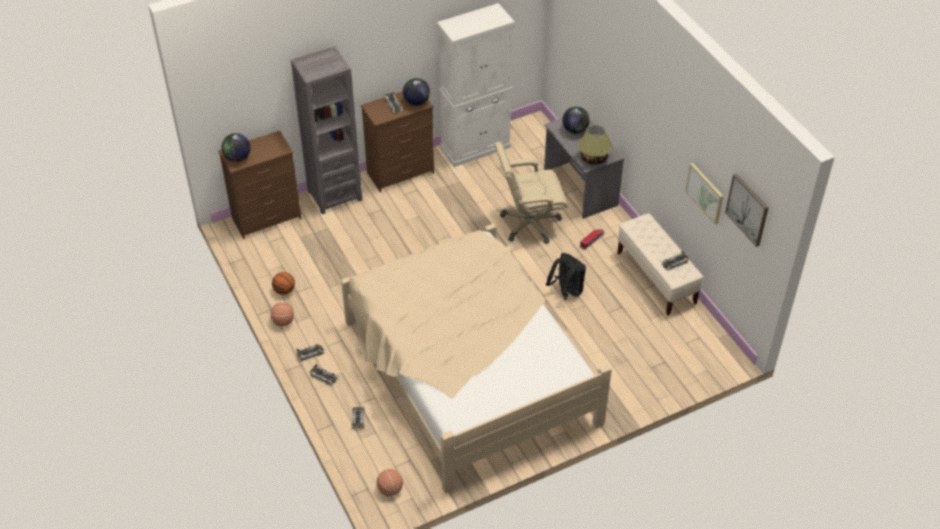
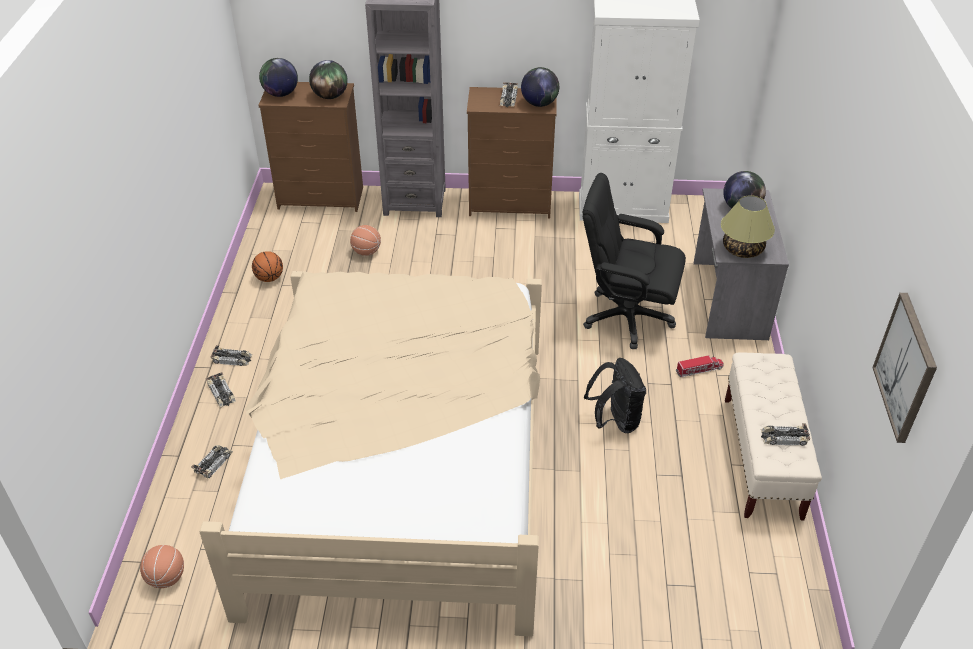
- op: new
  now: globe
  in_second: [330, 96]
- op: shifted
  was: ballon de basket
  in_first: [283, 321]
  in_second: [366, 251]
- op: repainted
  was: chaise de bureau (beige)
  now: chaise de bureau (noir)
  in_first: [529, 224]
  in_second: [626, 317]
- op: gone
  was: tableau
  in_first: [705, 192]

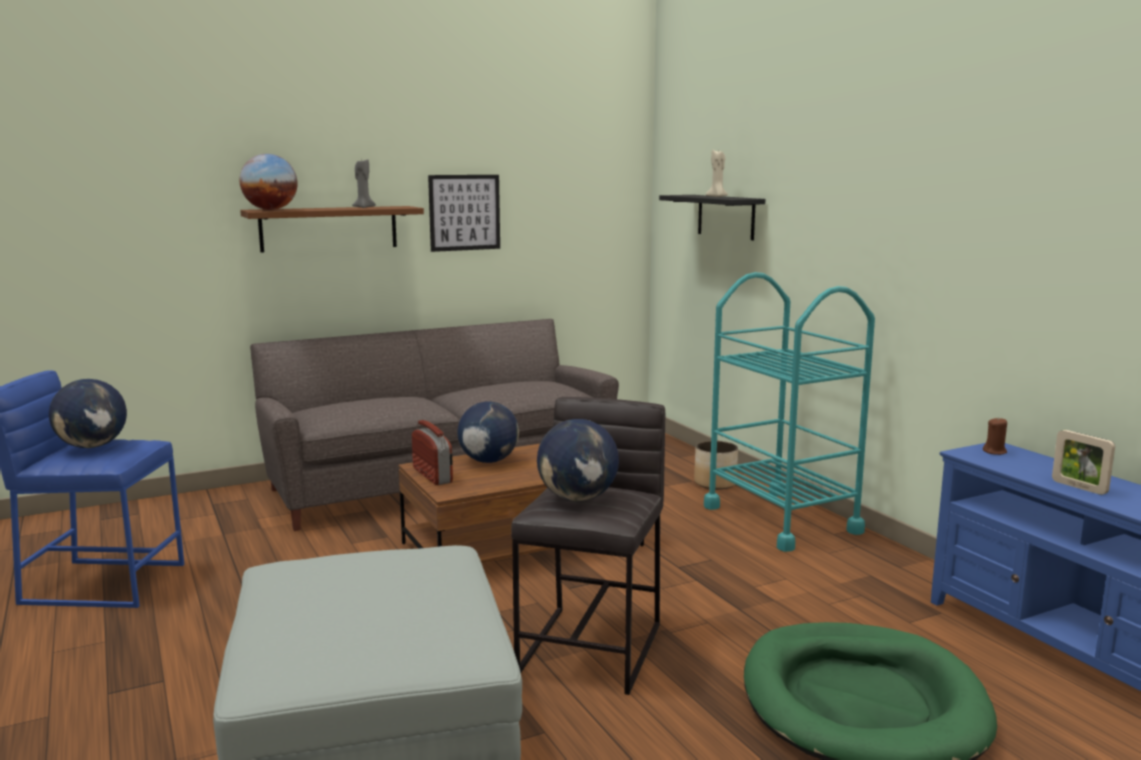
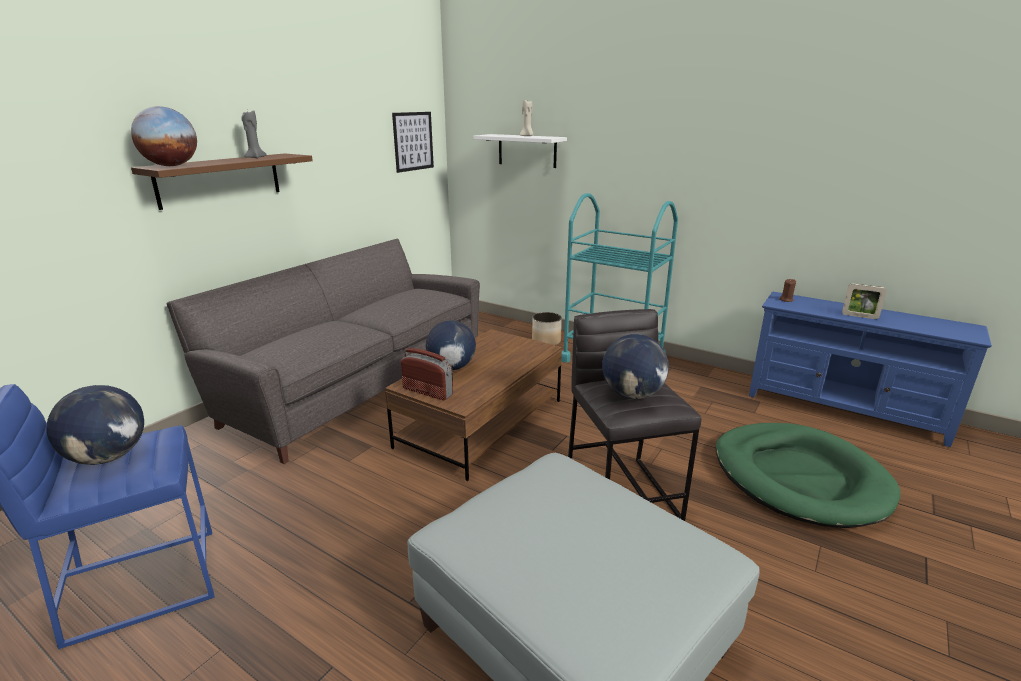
- op: shifted
  was: tableau
  in_first: [464, 212]
  in_second: [413, 141]
- op: repainted
  was: étagère (noir)
  now: étagère (blanc)
  in_first: [726, 216]
  in_second: [527, 150]

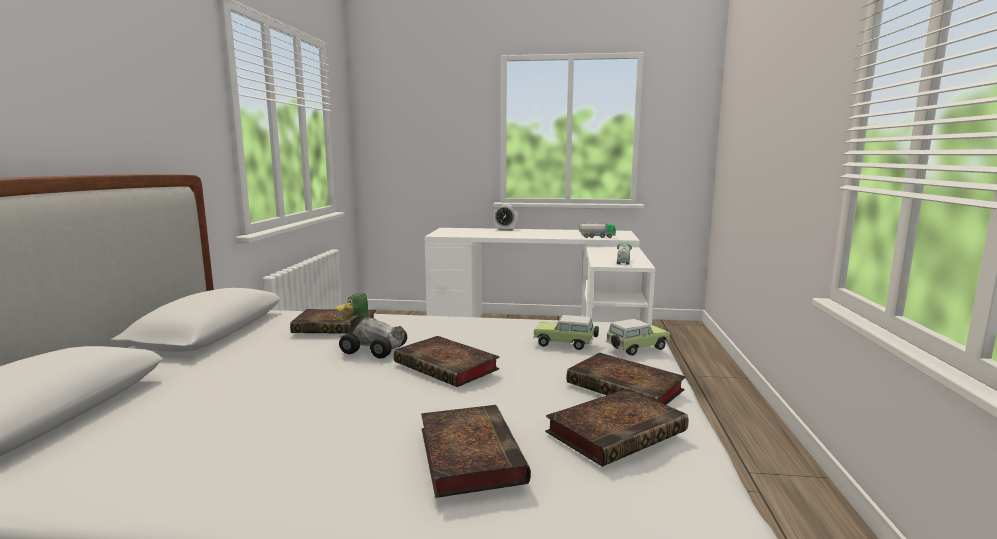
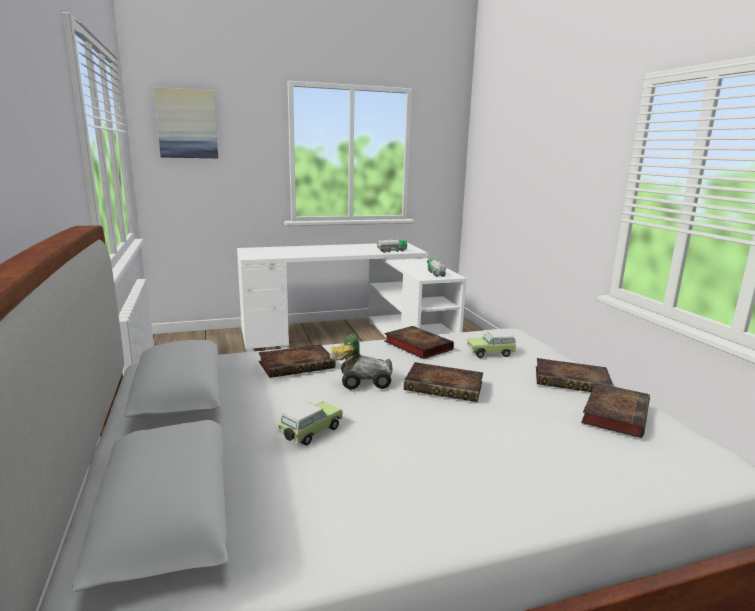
- op: new
  now: tableau
  in_second: [187, 124]
- op: shifted
  was: petite voiture
  in_first: [635, 349]
  in_second: [309, 433]
- op: shifted
  was: livre
  in_first: [468, 453]
  in_second: [416, 345]
- op: gone
  was: réveil
  in_first: [505, 230]

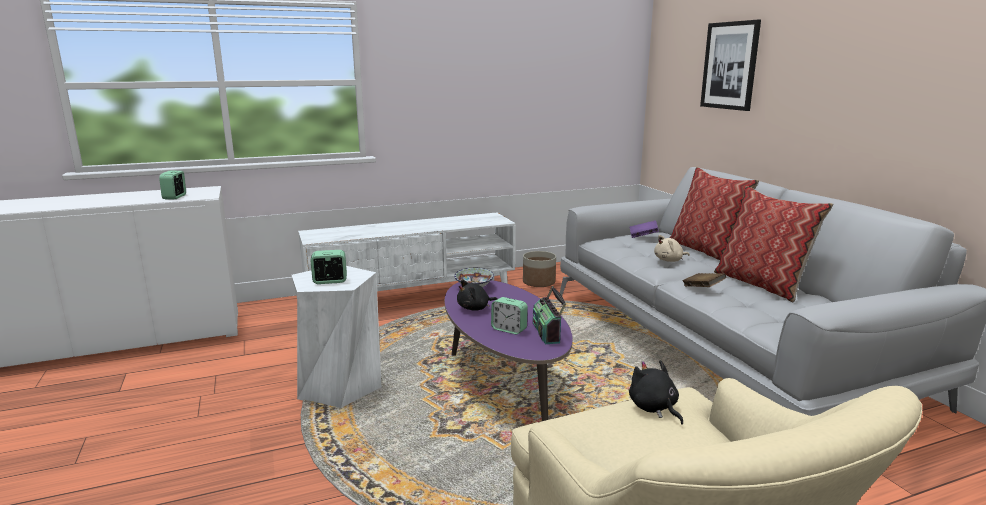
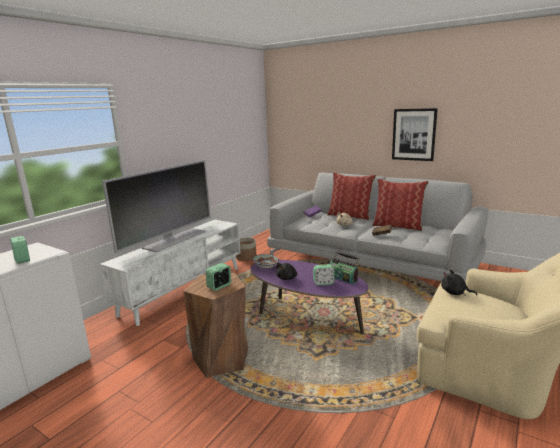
- op: new
  now: téléviseur
  in_second: [174, 239]
- op: repainted
  was: tabouret (blanc)
  now: tabouret (marron)
  in_first: [340, 387]
  in_second: [222, 359]
- op: shifted
  was: tableau
  in_first: [730, 65]
  in_second: [414, 134]

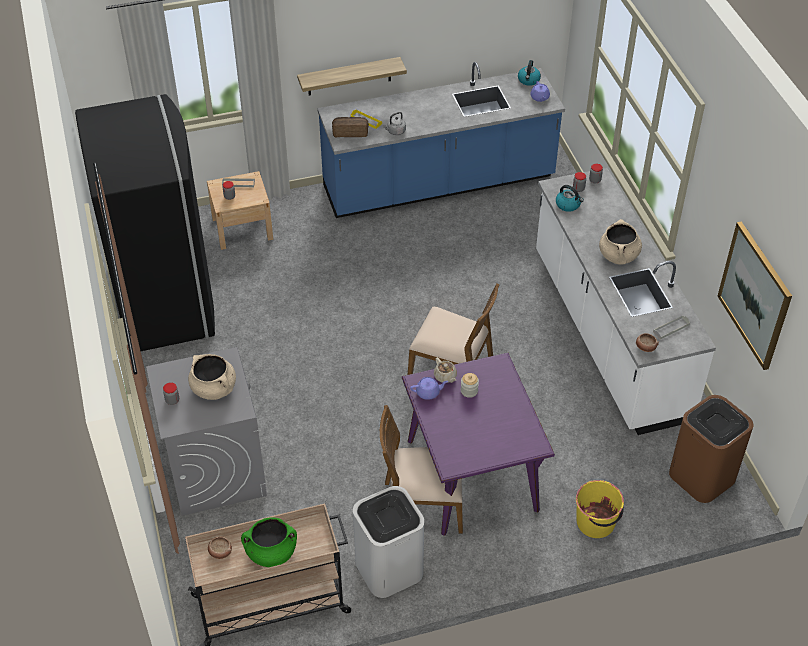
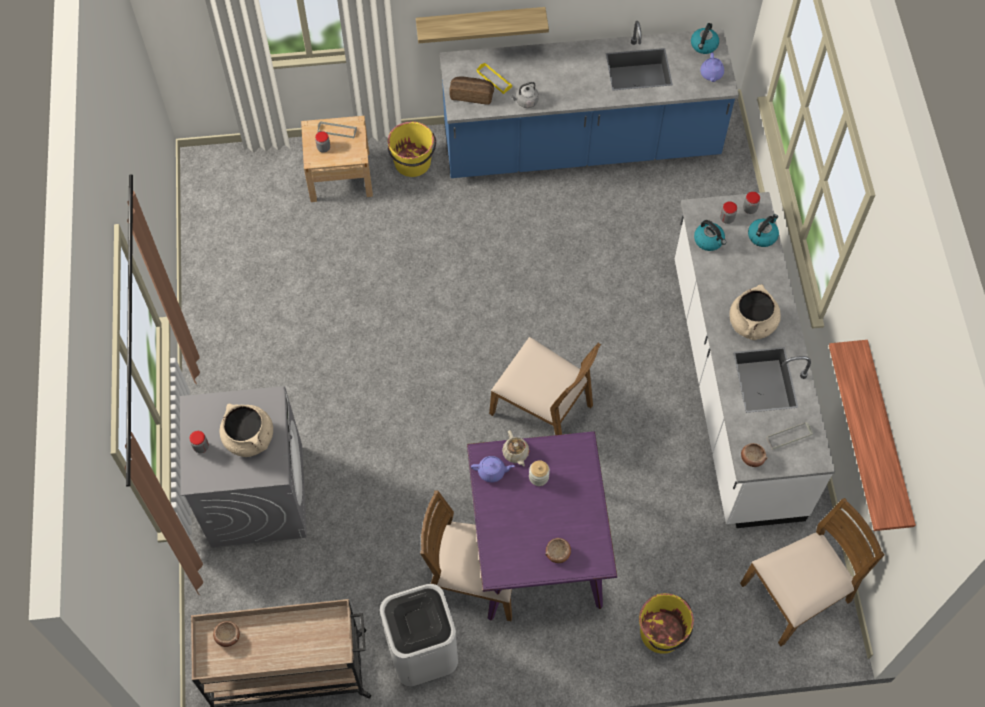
- op: new
  now: seau (jaune)
  in_second: [413, 163]
- op: new
  now: bol
  in_second: [558, 553]
- op: swapped
  was: poubelle (marron)
  now: chaise (marron)
  in_first: [702, 476]
  in_second: [797, 594]
- op: new
  now: bouilloire
  in_second: [762, 235]
- op: swapped
  was: tableau
  now: étagère
  in_first: [755, 295]
  in_second: [886, 437]
- op: gone
  was: réfrigérateur (noir)
  in_first: [164, 301]
- op: gone
  was: marmite (vert)
  in_first: [271, 553]

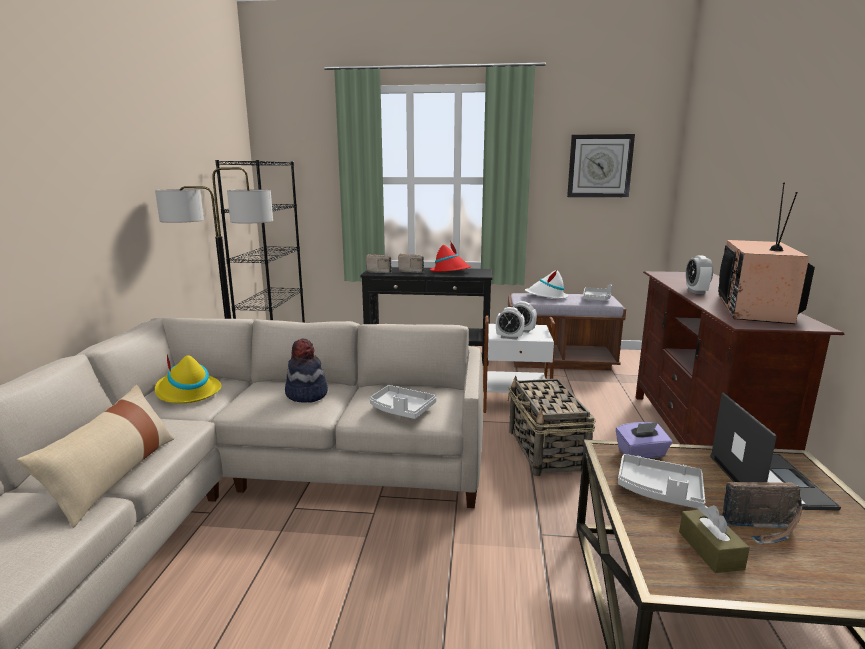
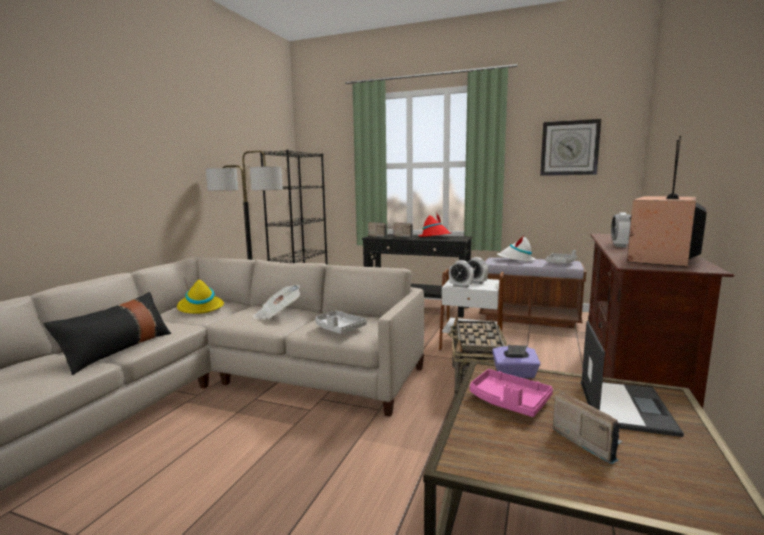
- op: repainted
  was: coussin (beige)
  now: coussin (noir)
  in_first: [114, 476]
  in_second: [118, 350]
- op: swapped
  was: chapeau
  now: journal
  in_first: [306, 394]
  in_second: [277, 314]
- op: repainted
  was: plateau (gris)
  now: plateau (rose)
  in_first: [659, 491]
  in_second: [508, 402]
- op: rotated
  was: radio
  in_first: [764, 530]
  in_second: [587, 441]
  clockwise: -135
- op: gone
  was: boîte à mouchoirs (marron)
  in_first: [710, 550]

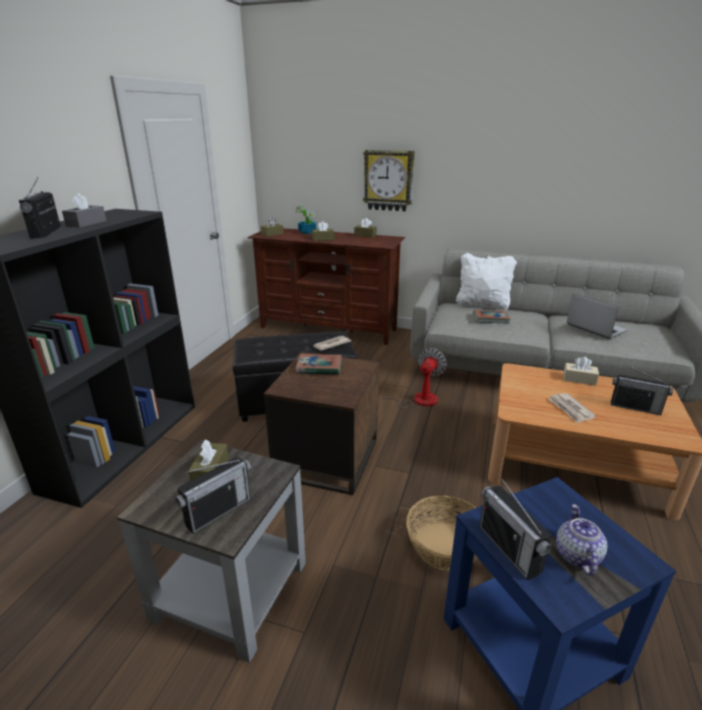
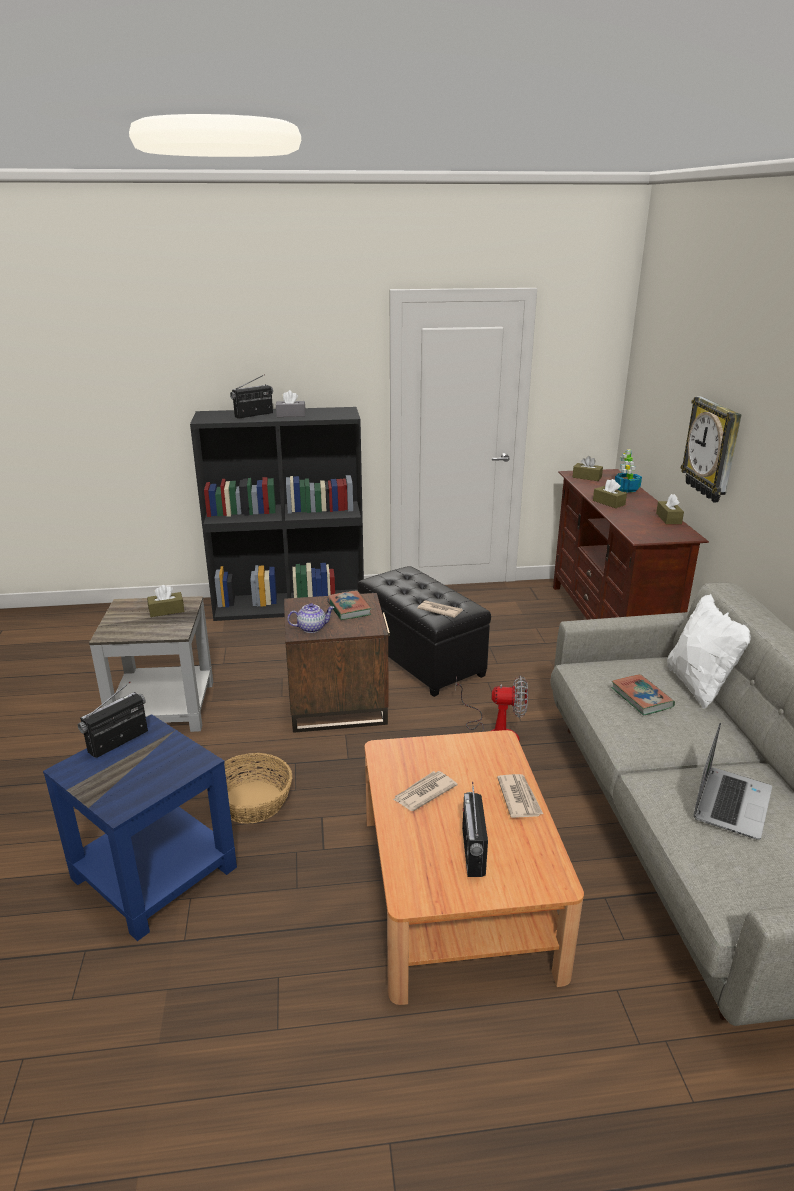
- op: shifted
  was: théière
  in_first: [576, 555]
  in_second: [312, 628]
- op: swapped
  was: boîte à mouchoirs (beige)
  now: journal
  in_first: [579, 379]
  in_second: [519, 798]
- op: gone
  was: radio
  in_first: [218, 511]

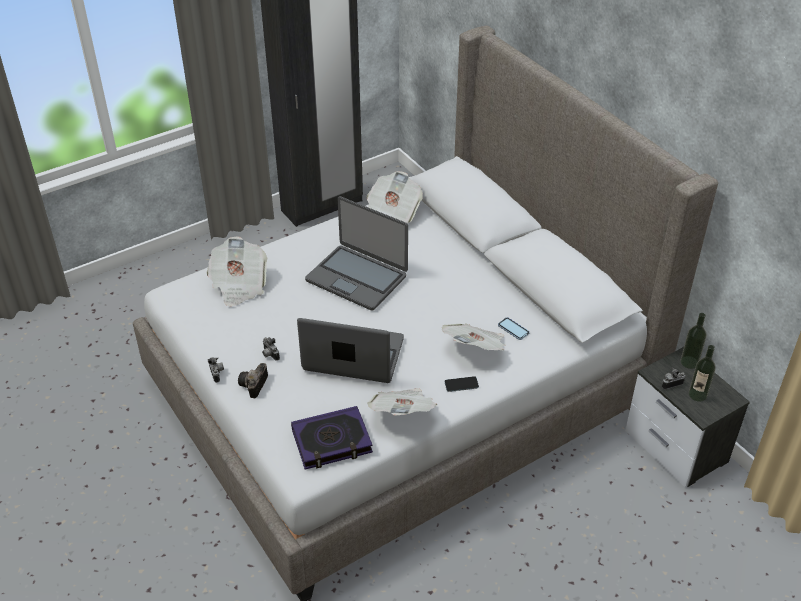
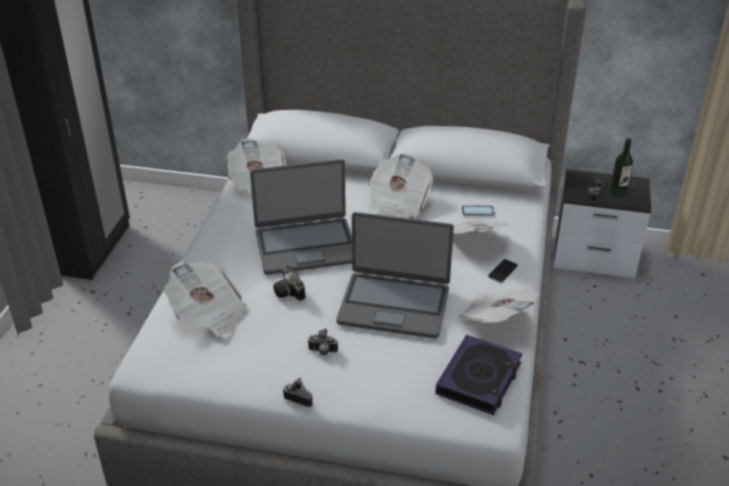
- op: shifted
  was: appareil photo
  in_first: [253, 386]
  in_second: [290, 292]
- op: rotated
  was: ordinateur portable
  in_first: [353, 356]
  in_second: [394, 305]
  clockwise: -135
- op: new
  now: journal
  in_second: [398, 203]
- op: gone
  was: bouteille
  in_first: [689, 362]

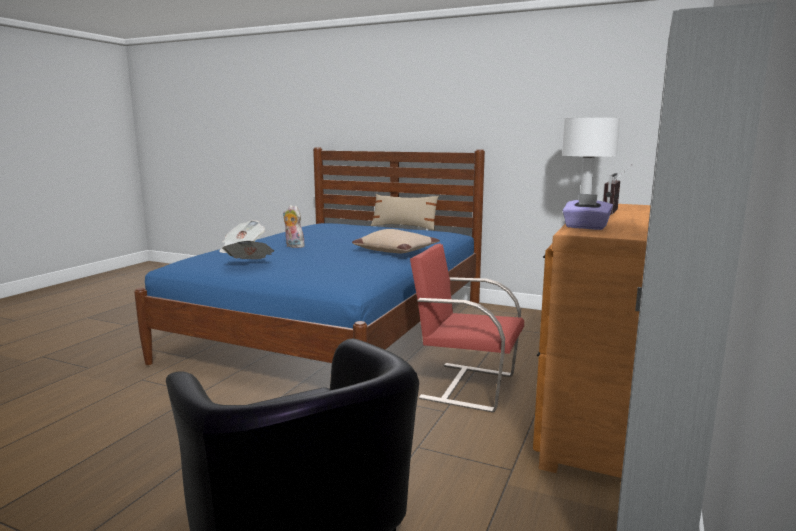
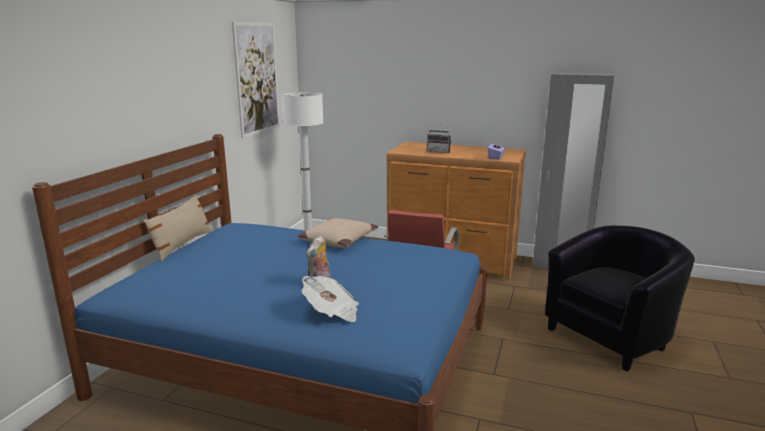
- op: new
  now: tableau
  in_second: [257, 78]
- op: gone
  was: journal
  in_first: [250, 264]

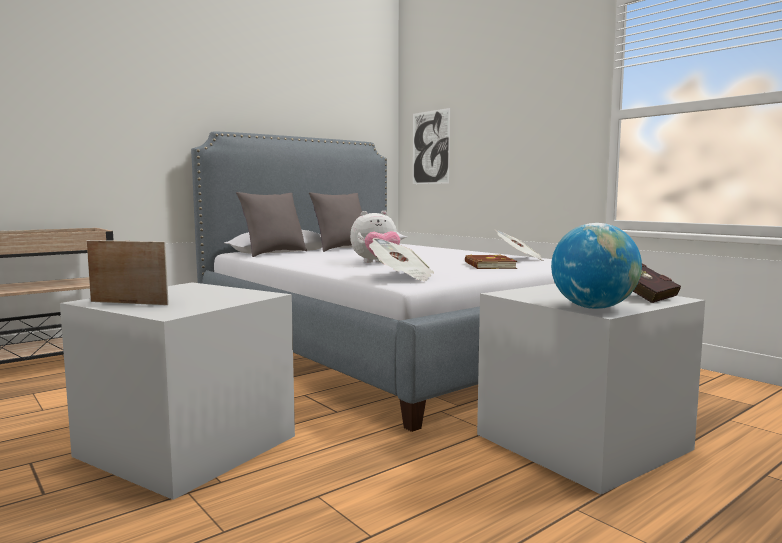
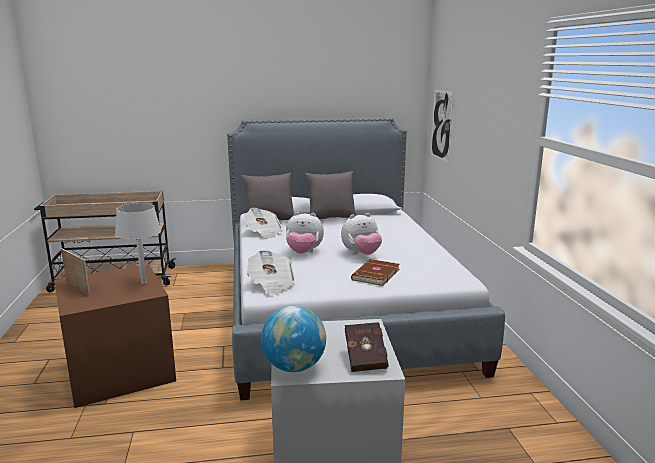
- op: repainted
  was: boîte de rangement (gris)
  now: boîte de rangement (marron)
  in_first: [184, 446]
  in_second: [118, 370]
- op: new
  now: lampe de table (gris)
  in_second: [144, 282]
- op: shifted
  was: journal
  in_first: [519, 259]
  in_second: [263, 233]
- op: new
  now: peluche
  in_second: [361, 254]

